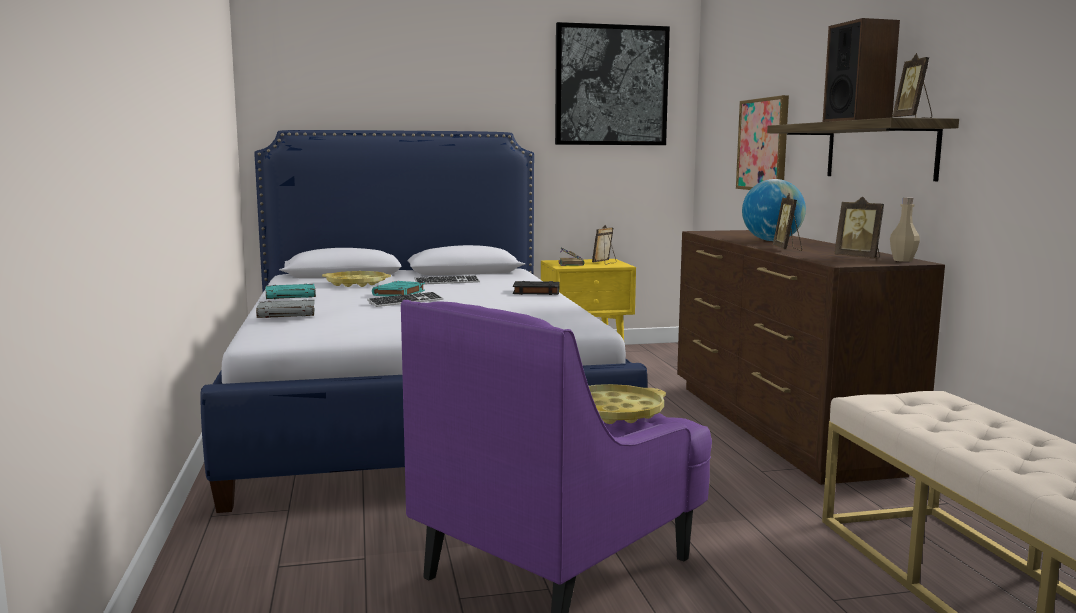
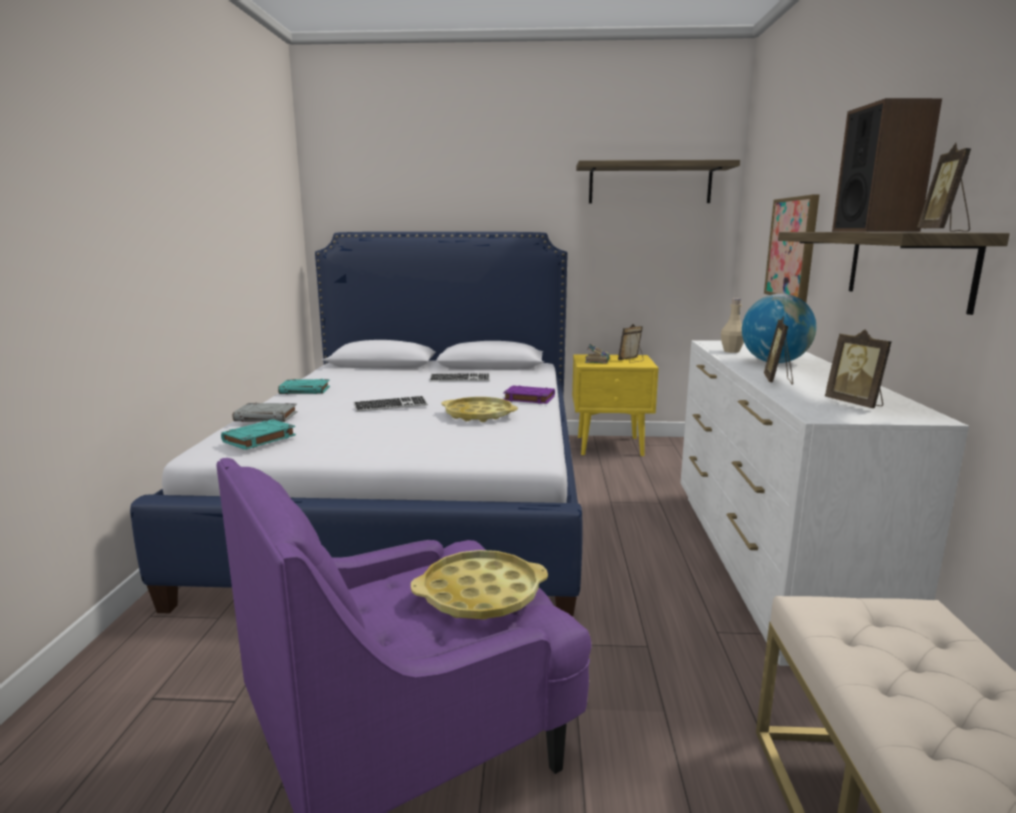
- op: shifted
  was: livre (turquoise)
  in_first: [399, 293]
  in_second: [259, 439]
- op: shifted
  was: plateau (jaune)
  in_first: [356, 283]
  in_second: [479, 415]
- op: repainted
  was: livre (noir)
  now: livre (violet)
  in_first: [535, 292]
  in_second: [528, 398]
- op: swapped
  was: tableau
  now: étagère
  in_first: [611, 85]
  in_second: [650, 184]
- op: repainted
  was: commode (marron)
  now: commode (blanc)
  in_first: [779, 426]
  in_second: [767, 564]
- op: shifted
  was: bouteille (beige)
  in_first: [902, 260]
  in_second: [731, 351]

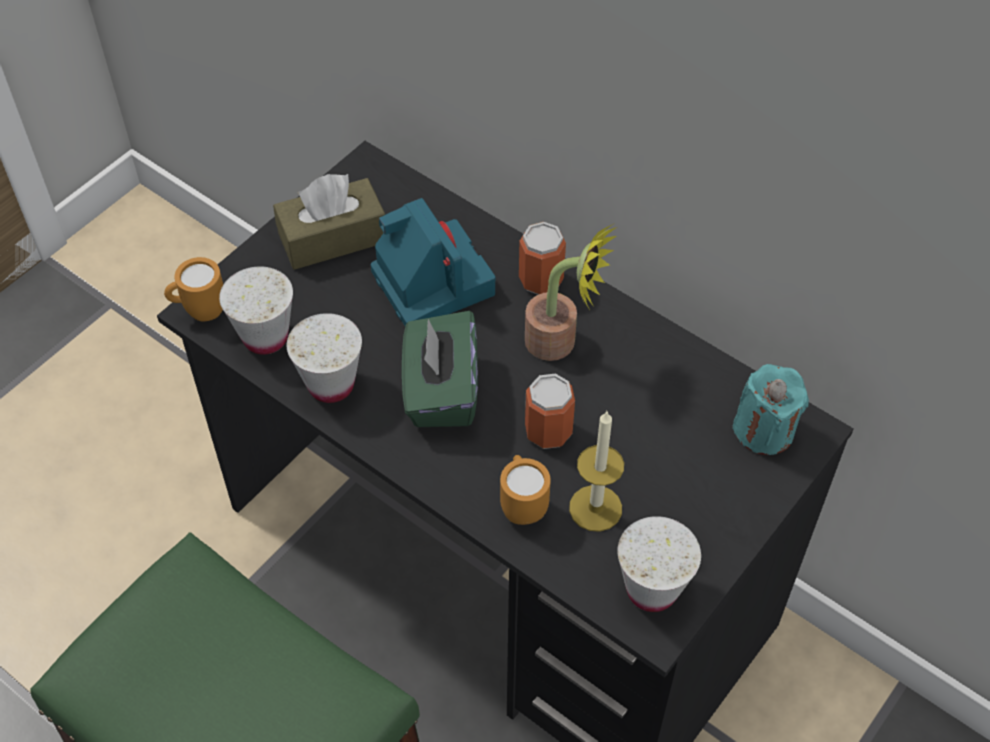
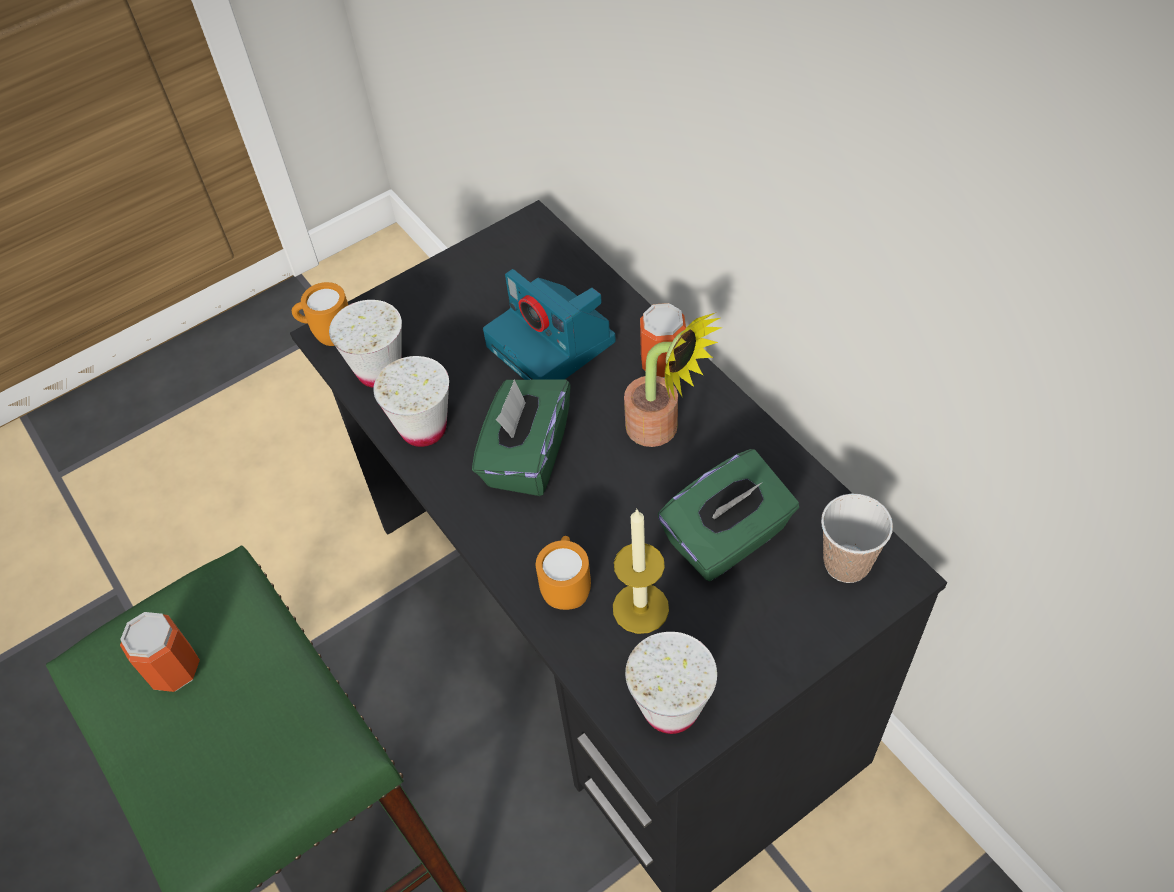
- op: shifted
  was: boîte métallique
  in_first: [548, 431]
  in_second: [174, 669]
- op: rotated
  was: appareil photo
  in_first: [430, 281]
  in_second: [553, 345]
  clockwise: 150
- op: new
  now: boîte à mouchoirs (vert)
  in_second: [727, 539]
- op: swapped
  was: bougie (turquoise)
  now: tasse
  in_first: [764, 430]
  in_second: [846, 563]
- op: gone
  was: boîte à mouchoirs (marron)
  in_first: [332, 238]

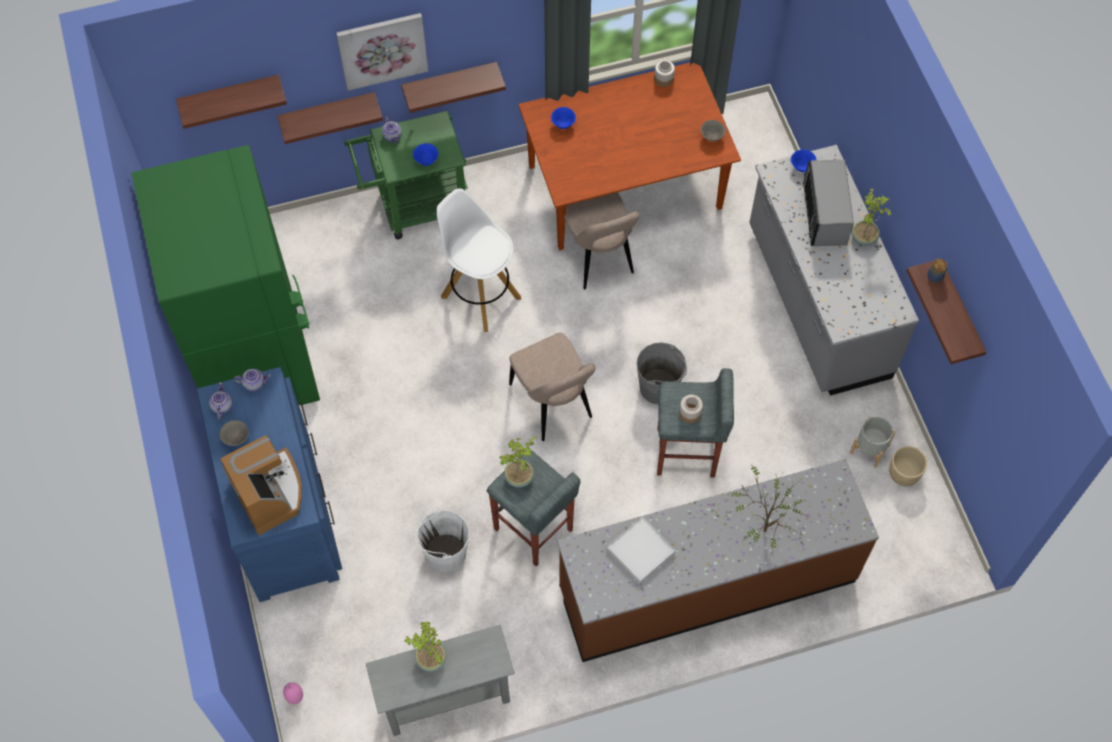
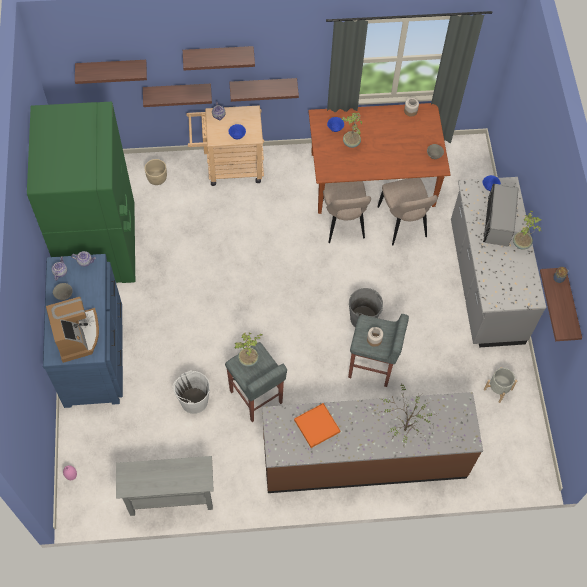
- op: shifted
  was: cache-pot (beige)
  in_first: [904, 474]
  in_second: [157, 178]
- op: swapped
  was: tableau
  now: étagère
  in_first: [382, 49]
  in_second: [218, 55]
- op: repainted
  was: chariot (vert)
  now: chariot (beige)
  in_first: [415, 208]
  in_second: [229, 167]
- op: repainted
  was: plateau (blanc)
  now: plateau (orange)
  in_first: [640, 551]
  in_second: [316, 426]
- op: shifted
  was: plante en pot
  in_first: [430, 659]
  in_second: [351, 143]
- op: shifted
  was: chaise (beige)
  in_first: [553, 404]
  in_second: [403, 224]
- op: gone
  was: tabouret (blanc)
  in_first: [480, 296]

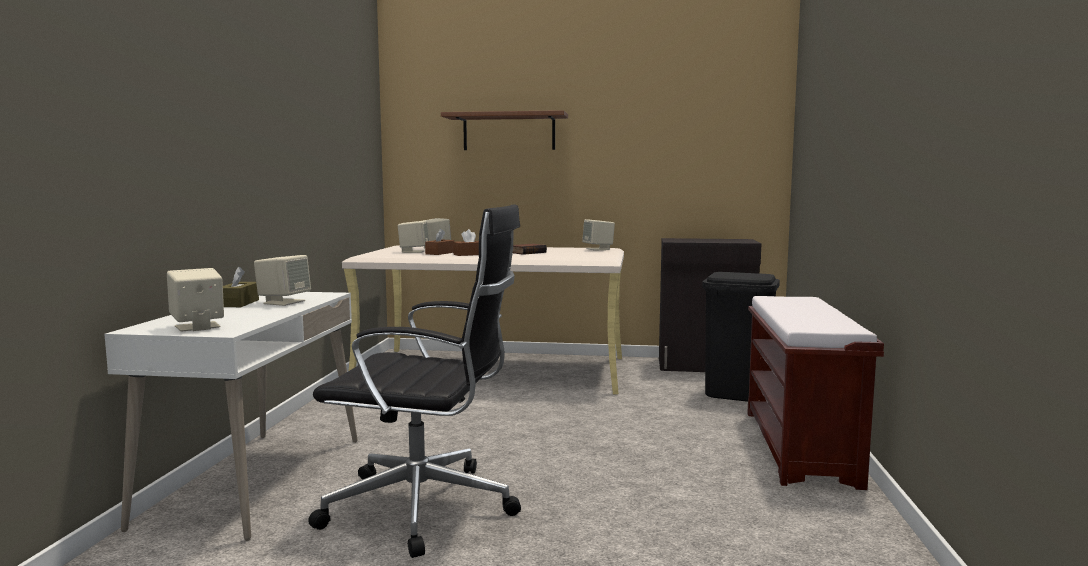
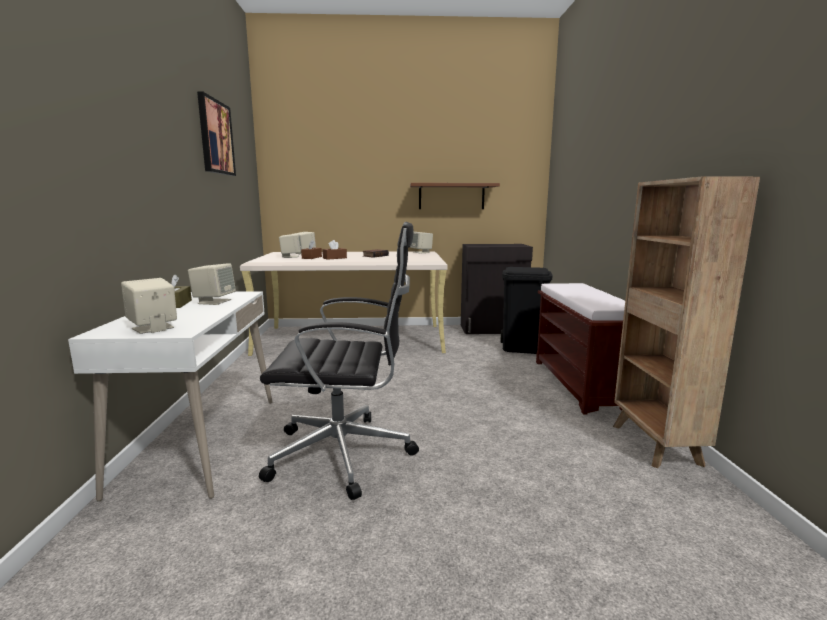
- op: new
  now: tableau
  in_second: [215, 137]
- op: shifted
  was: étagère (marron)
  in_first: [509, 132]
  in_second: [451, 196]
- op: new
  now: bibliothèque (marron)
  in_second: [656, 445]

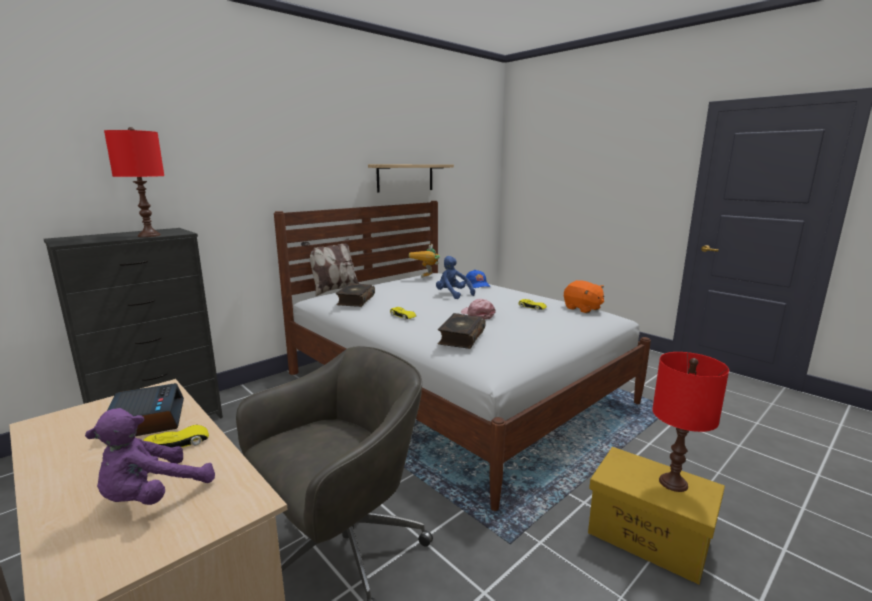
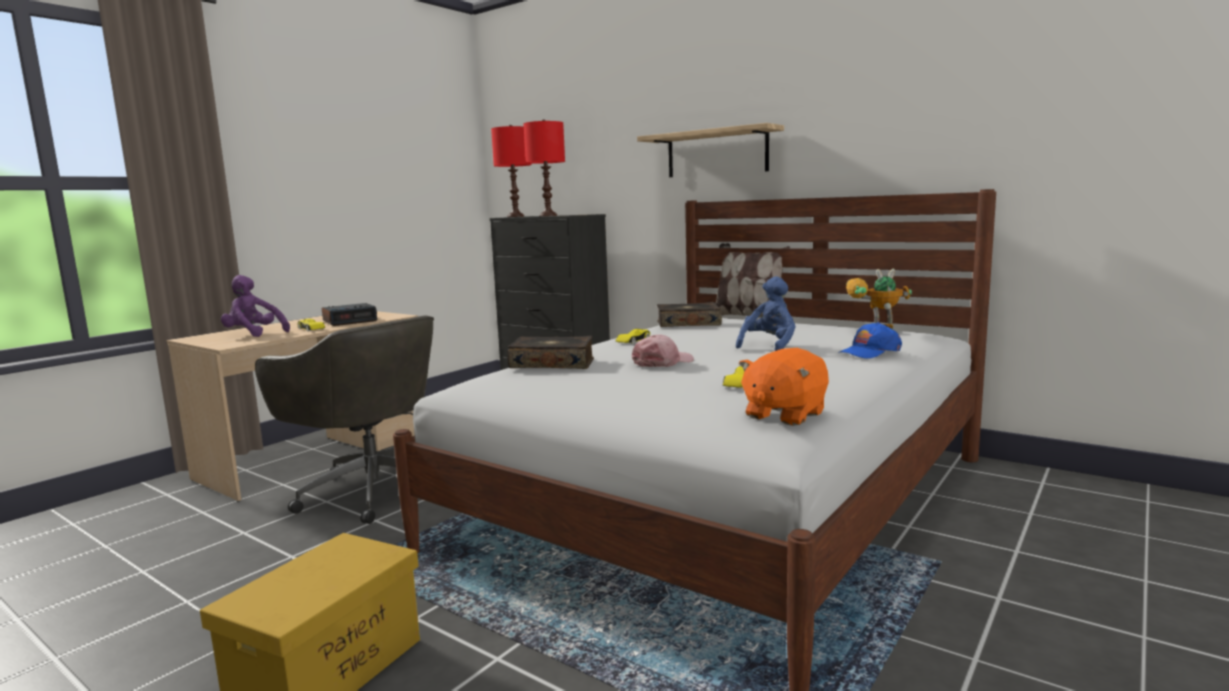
- op: shifted
  was: lampe de table (rouge)
  in_first: [673, 483]
  in_second: [516, 216]
- op: shifted
  was: étagère
  in_first: [405, 177]
  in_second: [717, 153]

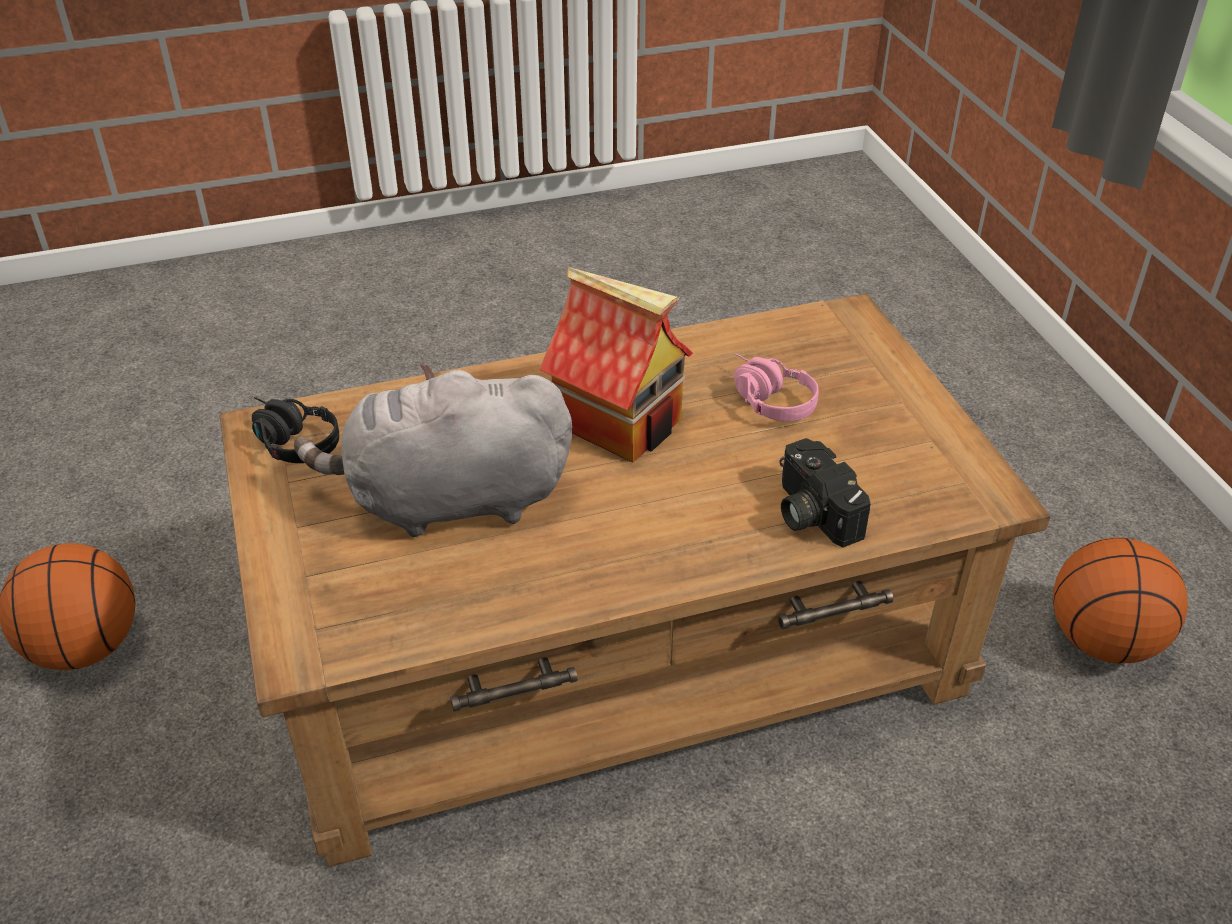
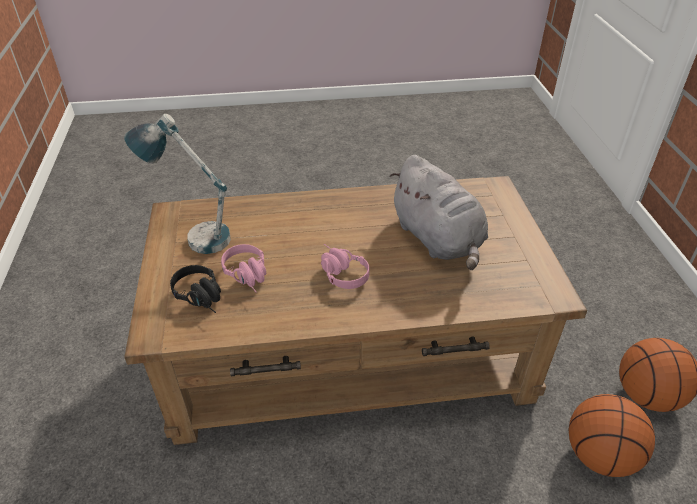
- op: new
  now: lampe de table
  in_second: [193, 235]
- op: shifted
  was: casque audio (noir)
  in_first: [288, 441]
  in_second: [203, 298]
- op: swapped
  was: maison miniature
  now: casque audio (rose)
  in_first: [620, 421]
  in_second: [339, 272]
- op: rotated
  was: peluche (gris)
  in_first: [449, 501]
  in_second: [438, 240]
  clockwise: 60
- op: shifted
  was: ballon de basket
  in_first: [1103, 641]
  in_second: [599, 455]
- op: gone
  was: appareil photo
  in_first: [810, 513]

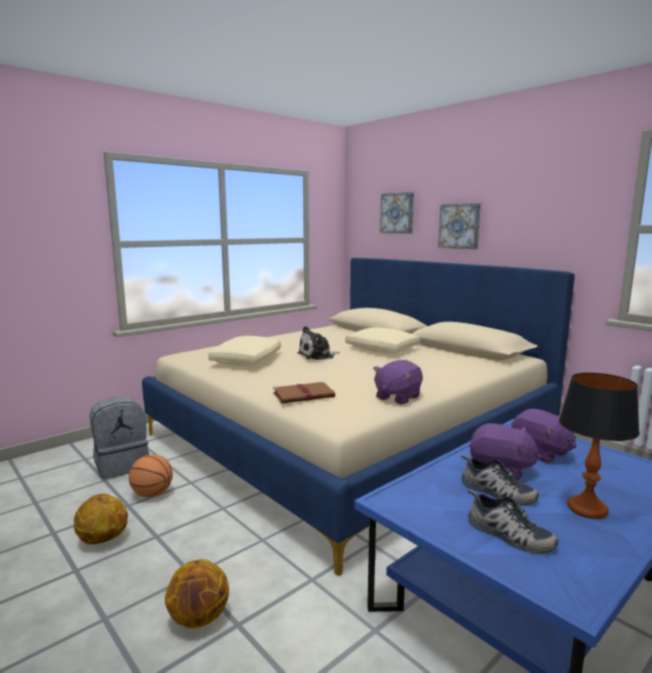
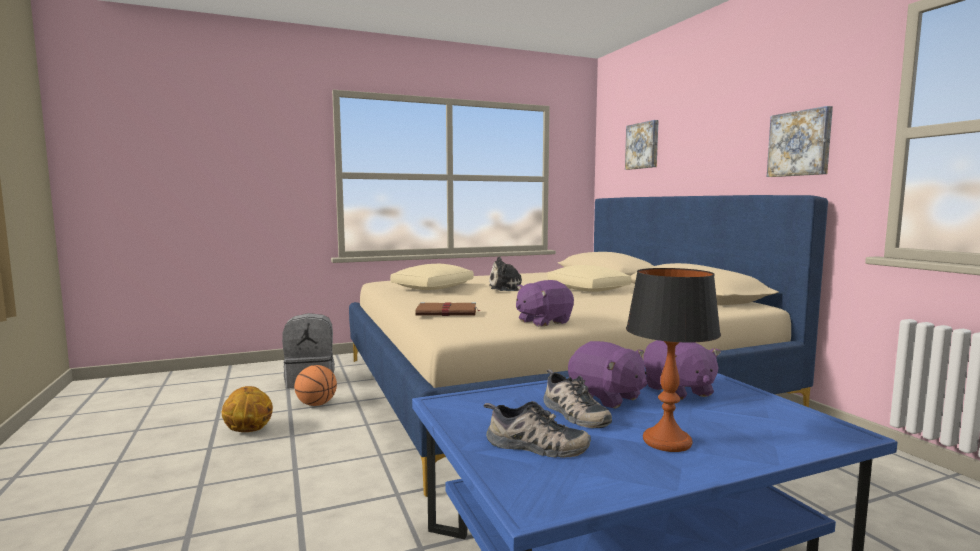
- op: rotated
  was: chaussure
  in_first: [507, 535]
  in_second: [535, 446]
  clockwise: -45
- op: shifted
  was: tableau
  in_first: [460, 226]
  in_second: [800, 143]
- op: gone
  was: ballon de basket
  in_first: [199, 618]

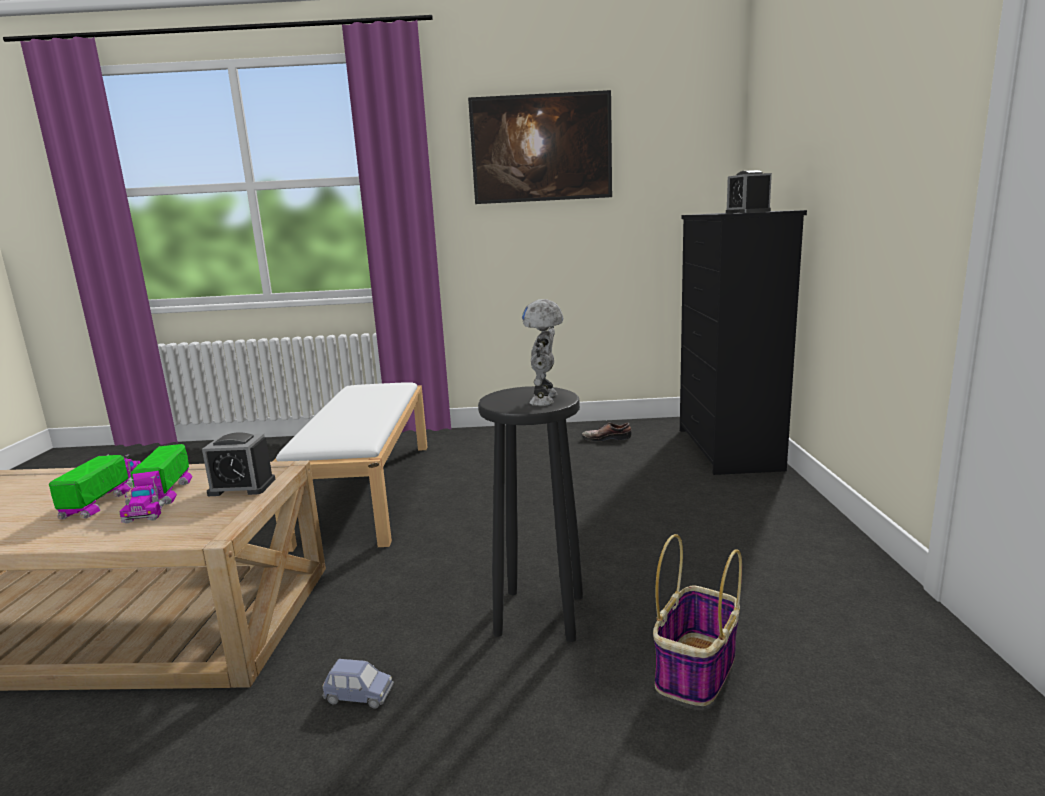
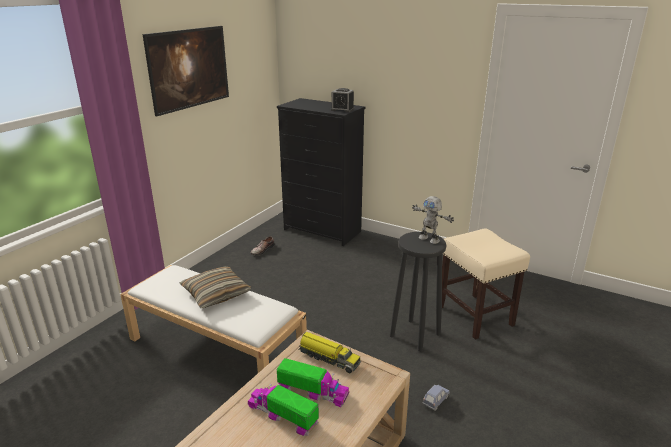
- op: new
  now: coussin
  in_second: [216, 294]
- op: swapped
  was: réveil
  now: camion jouet
  in_first: [242, 487]
  in_second: [328, 358]
- op: swapped
  was: panier
  now: tabouret (beige)
  in_first: [696, 671]
  in_second: [476, 316]

